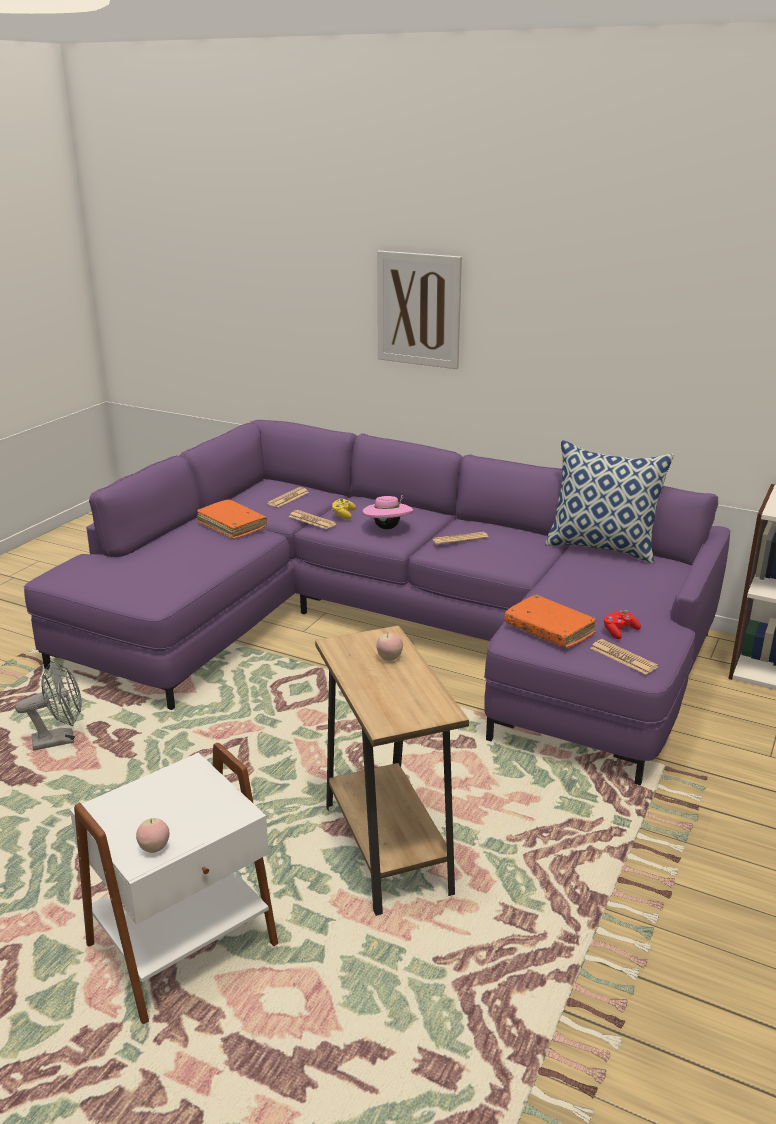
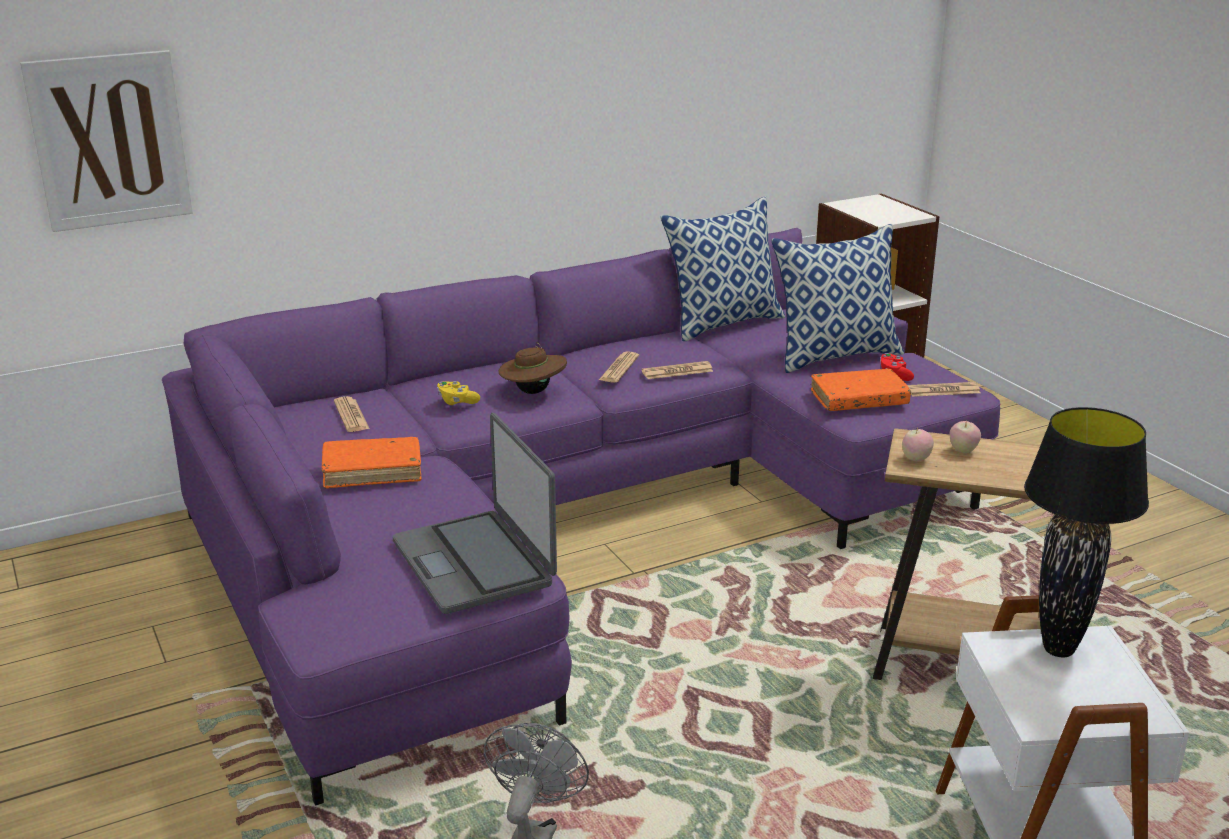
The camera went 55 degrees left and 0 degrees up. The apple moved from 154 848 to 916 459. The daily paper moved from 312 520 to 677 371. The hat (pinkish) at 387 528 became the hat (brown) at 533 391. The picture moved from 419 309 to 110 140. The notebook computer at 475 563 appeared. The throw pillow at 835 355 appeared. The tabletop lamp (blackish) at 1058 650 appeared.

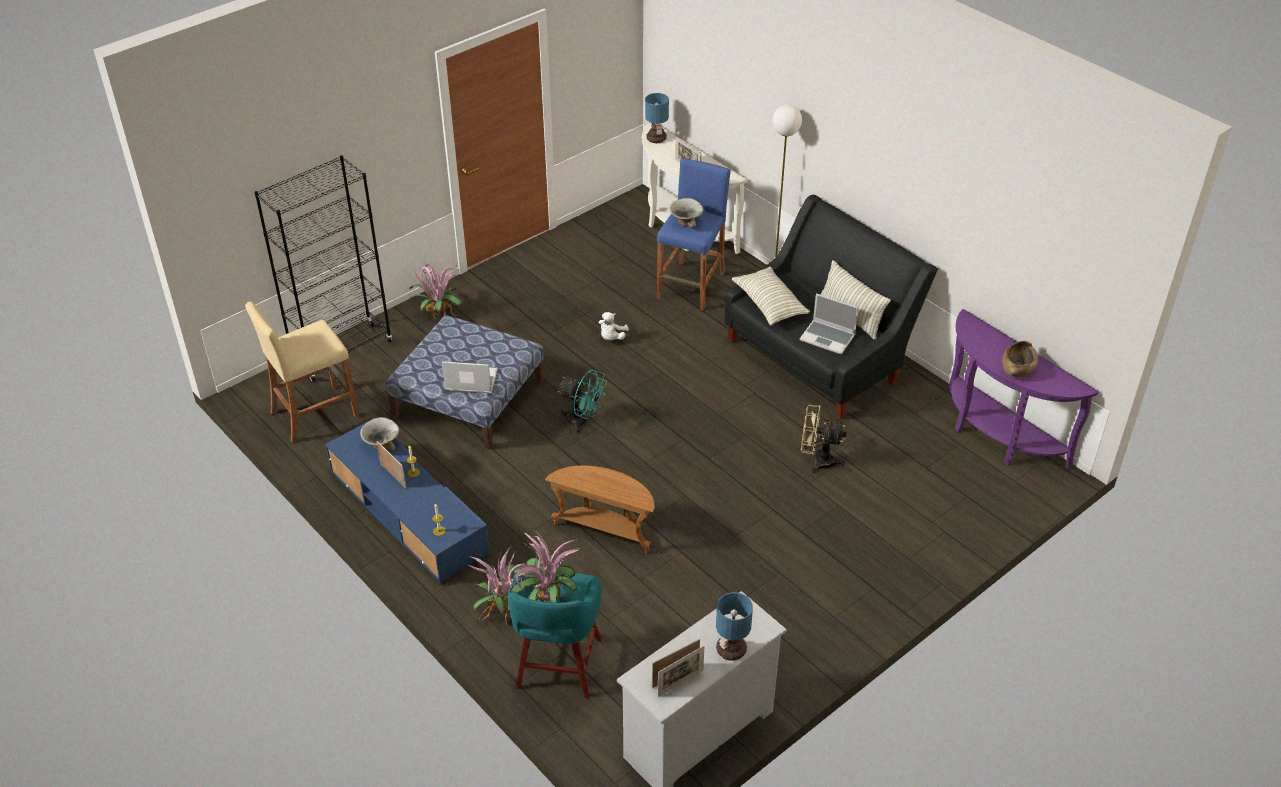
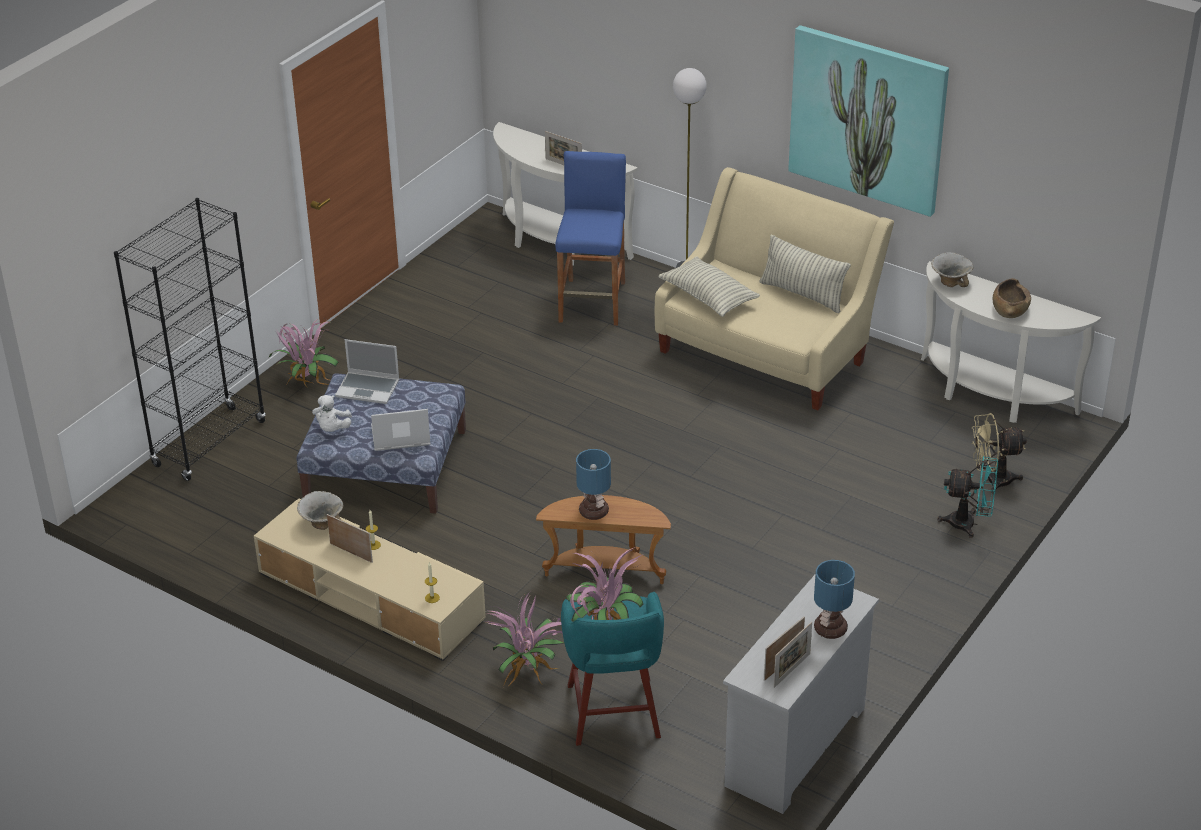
The camera went 15 degrees left and 5 degrees down. The stool (beige) at 314 413 disappeared. The media console (blue-coloured) at 408 513 became the media console (beige) at 371 596. The fan (turquoise) moved from 582 421 to 969 524. The cuddly toy (whitish) moved from 612 337 to 332 429. The tabletop lamp moved from 657 139 to 595 512. The serving bowl moved from 686 222 to 950 282. The settee (blackish) at 818 356 became the settee (beige) at 767 351. The notebook computer moved from 828 338 to 369 388. The fan (beige) moved from 817 460 to 992 480. The narrow table (purple) at 996 435 became the narrow table (whitish) at 990 396. The picture at 868 119 appeared.

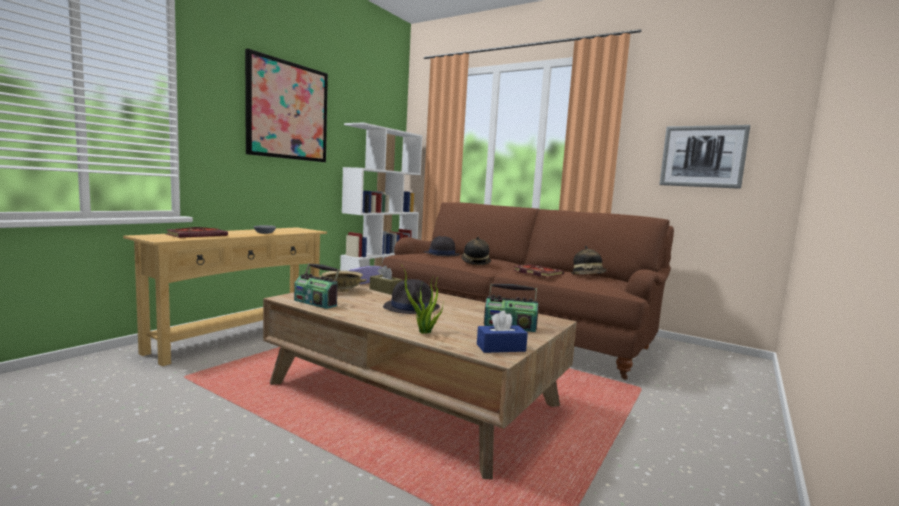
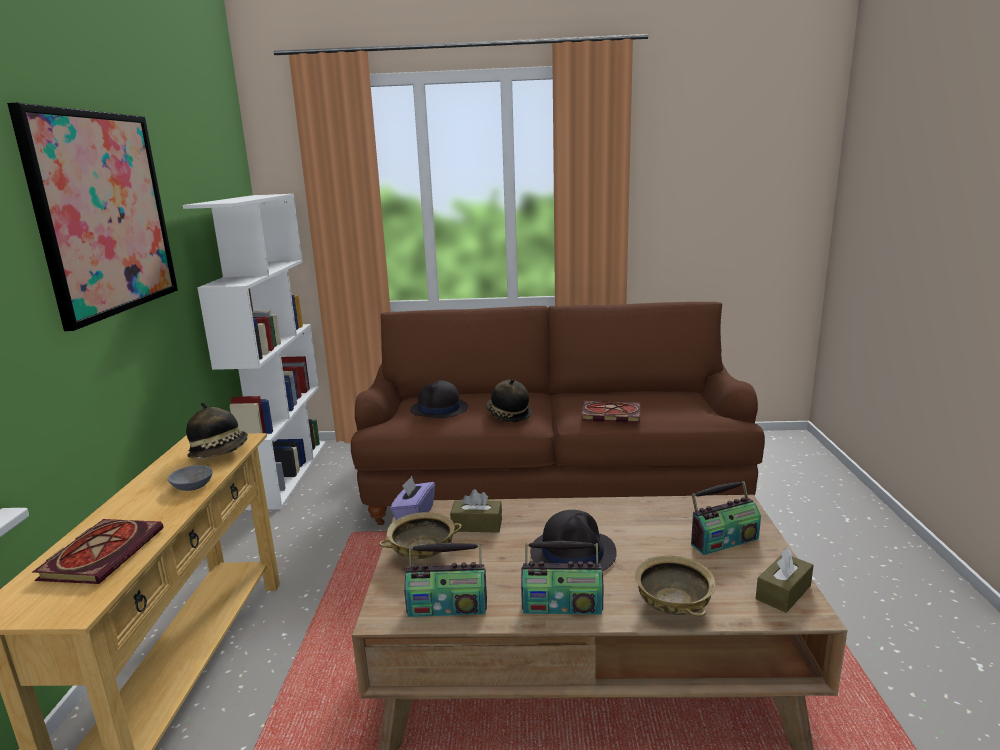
The camera went 30 degrees left and 10 degrees up. The plant in a pot at 423 332 was replaced by the serving bowl (beige) at 673 605. The tissue holder (blue-coloured) at 501 348 became the tissue holder (brown) at 783 592. The hat moved from 588 276 to 220 453. The picture at 702 156 disappeared. The radio receiver at 562 605 appeared.

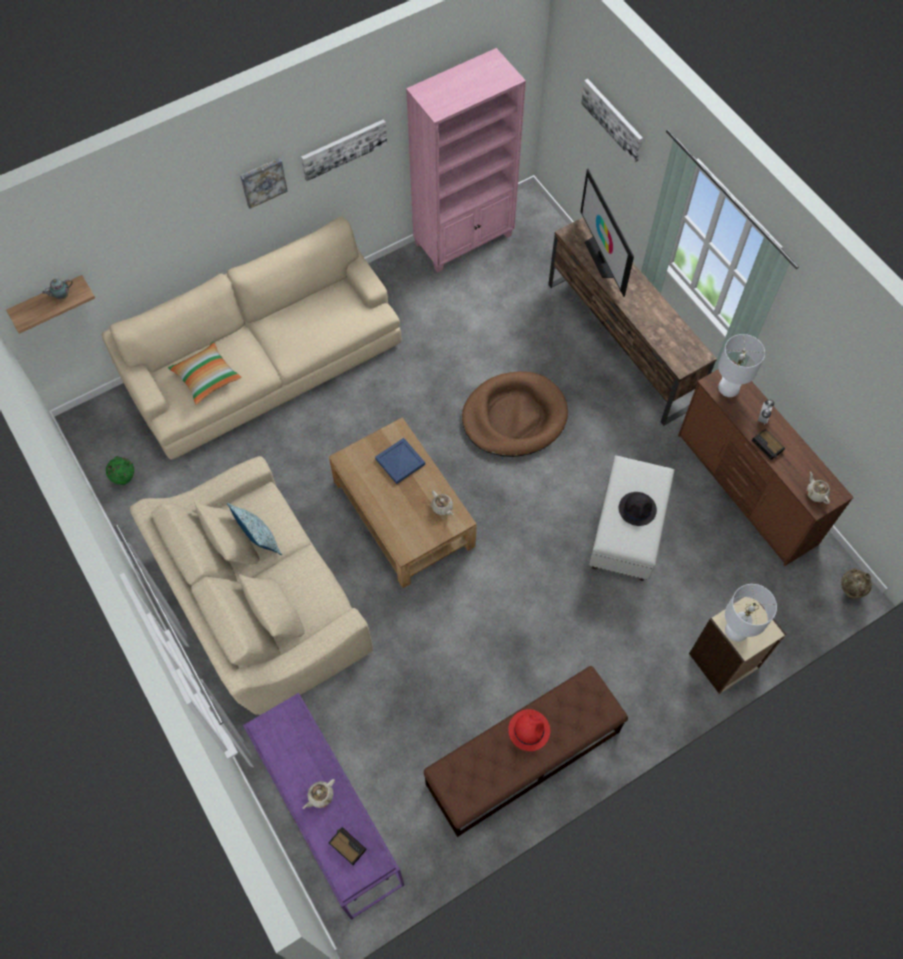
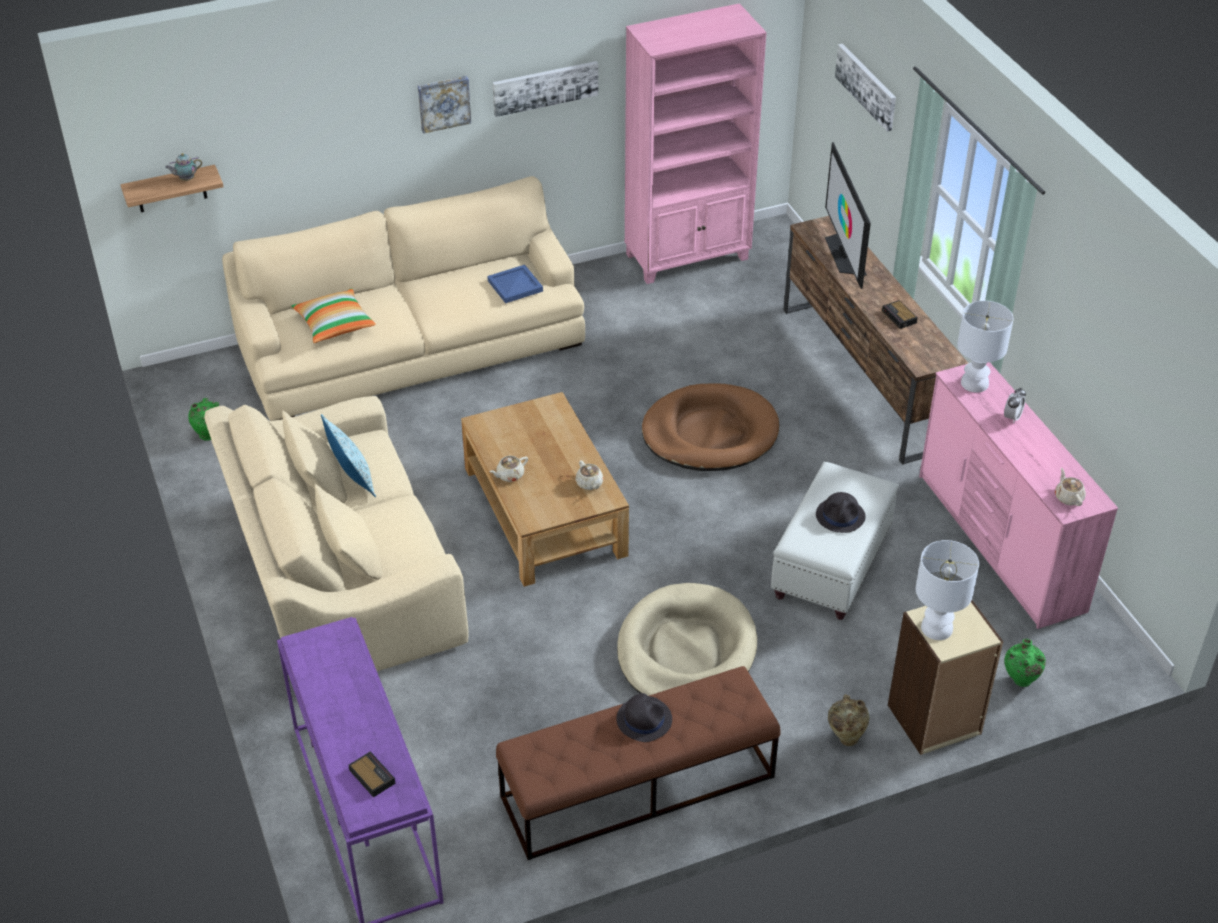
The camera went 10 degrees right and 20 degrees down. The pot for tea (beige) moved from 320 796 to 509 475. The tray (blue-coloured) moved from 399 461 to 514 286. The hat (red-coloured) at 529 730 became the hat (blackish) at 644 719. The drawer chest (brown) at 745 490 became the drawer chest (pinkish) at 999 543. The table clock moved from 768 446 to 899 317. The decorative vase (beige) moved from 849 592 to 845 737. The dog cushion (beige) at 686 651 appeared. The decorative vase (green) at 1020 682 appeared.

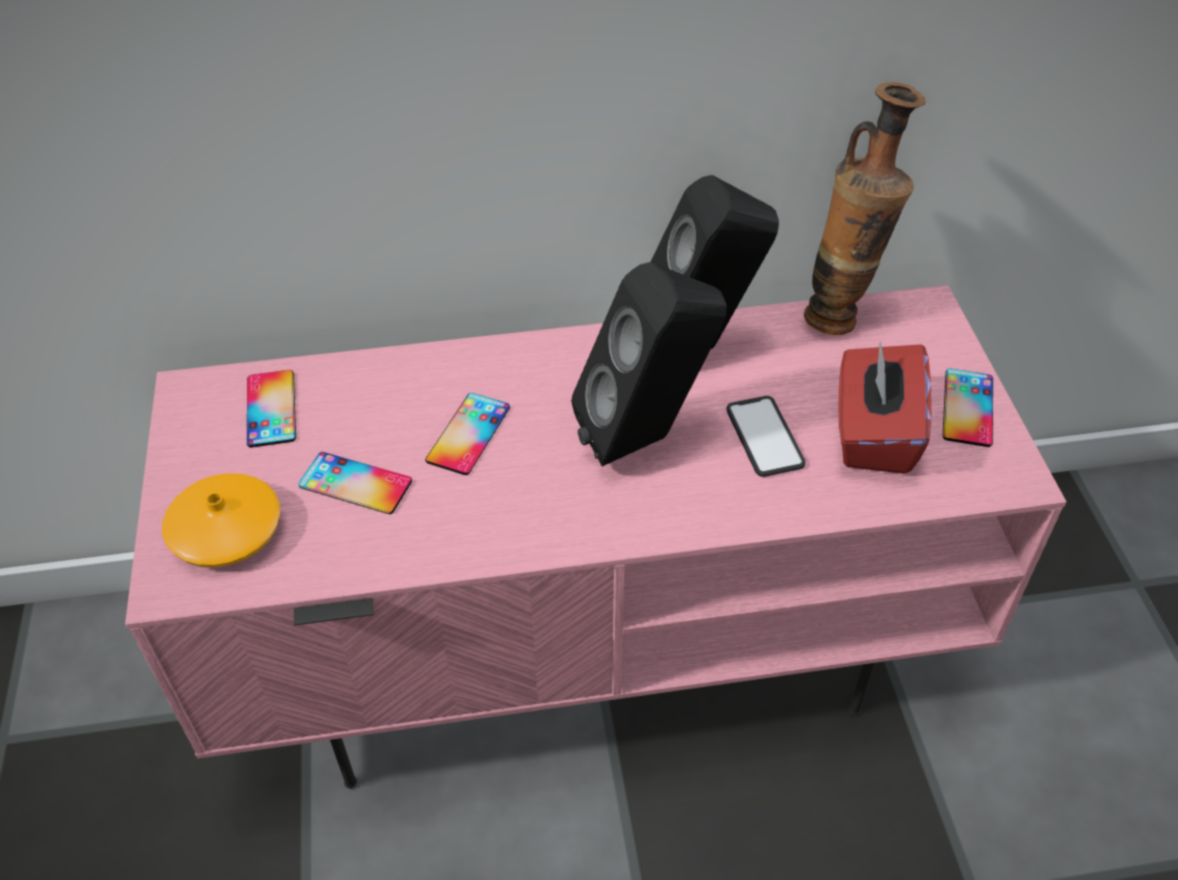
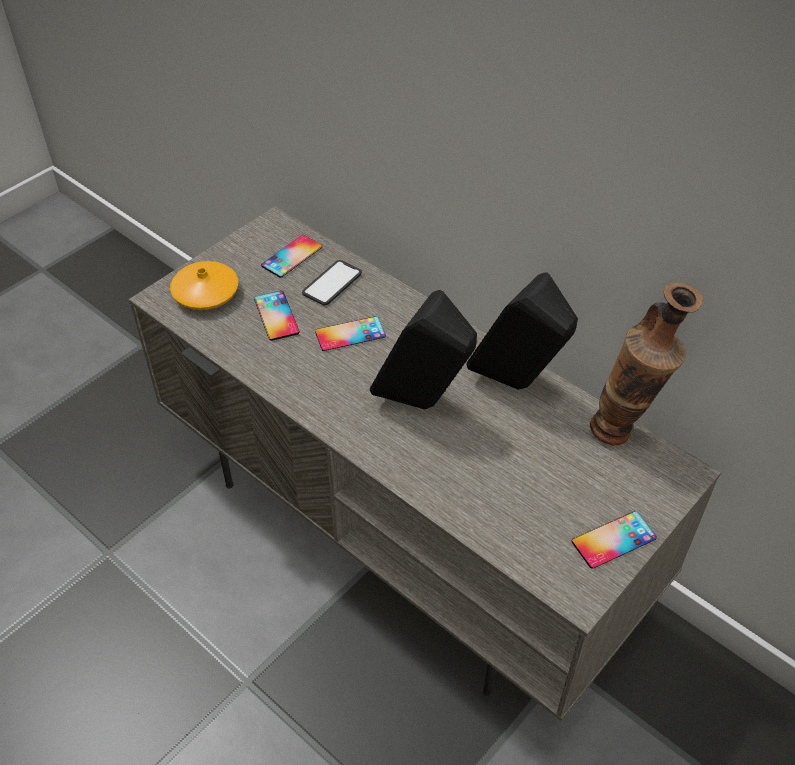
The camera went 50 degrees right and 0 degrees up. The media console (pinkish) at 593 645 became the media console (greyish) at 404 531. The phone moved from 764 437 to 332 283. The tissue holder (red-coloured) at 873 434 disappeared.

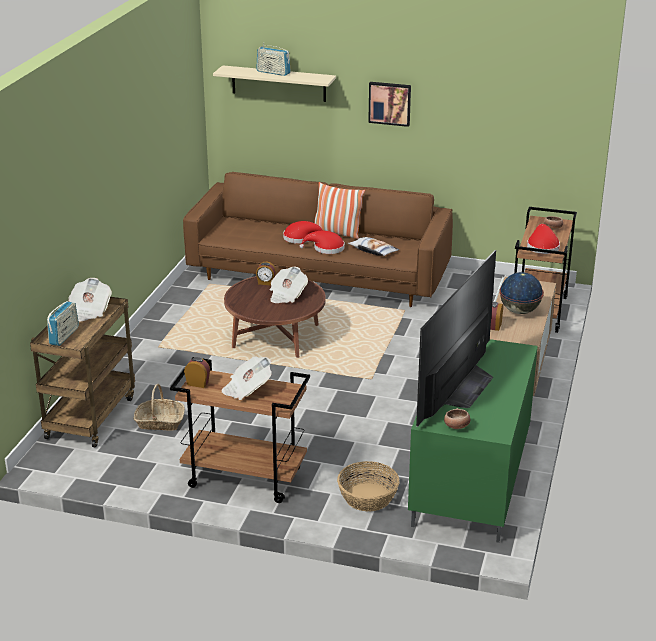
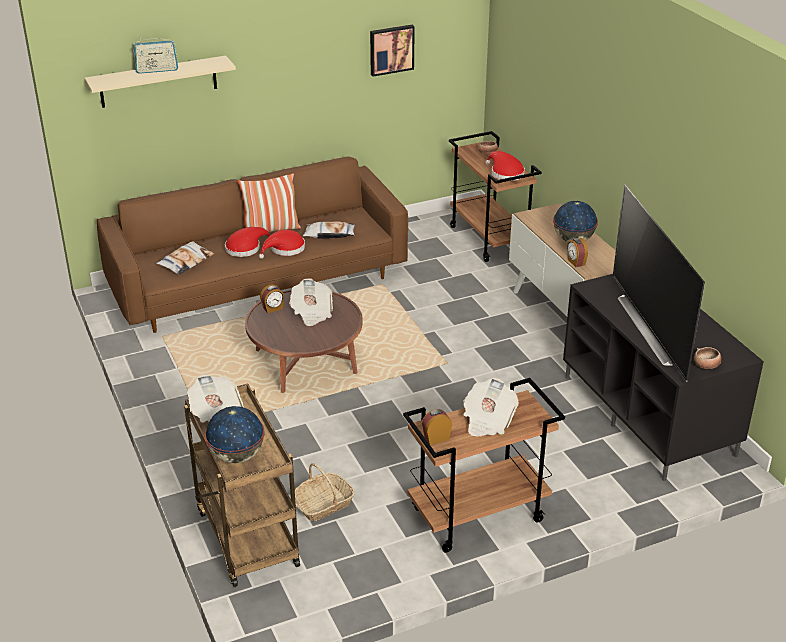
The camera went 40 degrees left and 5 degrees up. The radio receiver at 64 336 was replaced by the desk globe at 236 456. The basket at 367 497 disappeared. The picture moved from 390 103 to 391 49. The media console (green) at 472 482 became the media console (blackish) at 649 415. The throw pillow at 186 262 appeared.

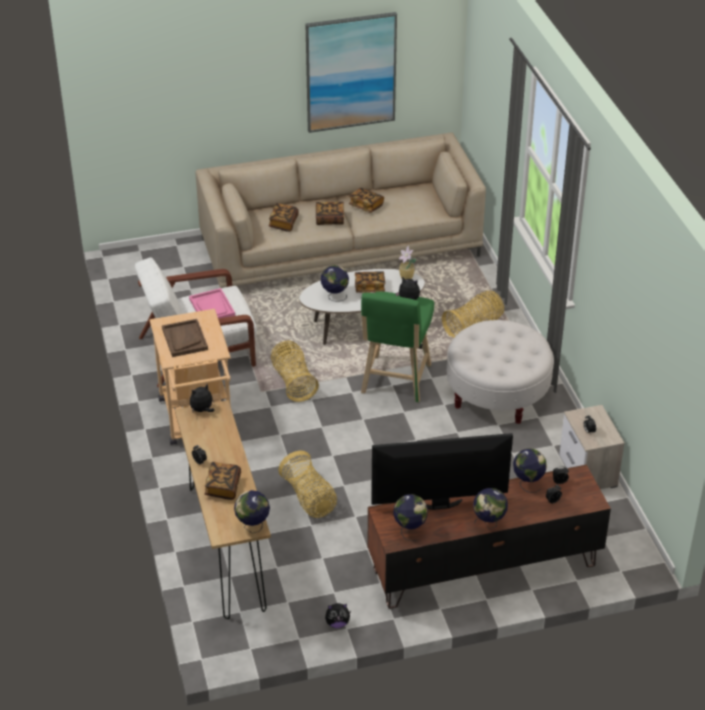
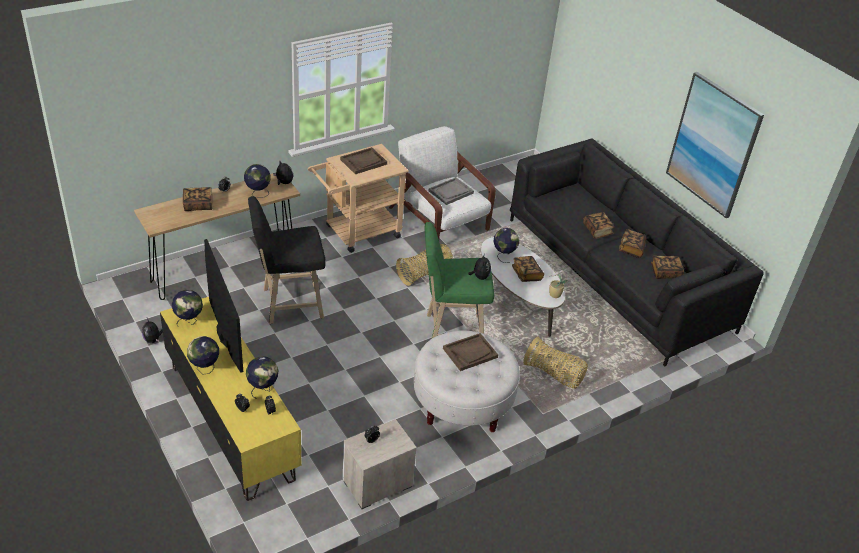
The camera went 70 degrees right and 0 degrees up. The tray (pinkish) at 212 307 became the tray (greyish) at 451 192. The settee (beige) at 340 247 became the settee (blackish) at 617 274. The desk globe moved from 253 527 to 258 194. The bound book moved from 283 223 to 665 273. The basket at 309 498 was replaced by the stool (blackish) at 288 304. The media console (brown) at 483 567 became the media console (yellowish) at 231 420. The tray (brown) at 470 353 appeared.

